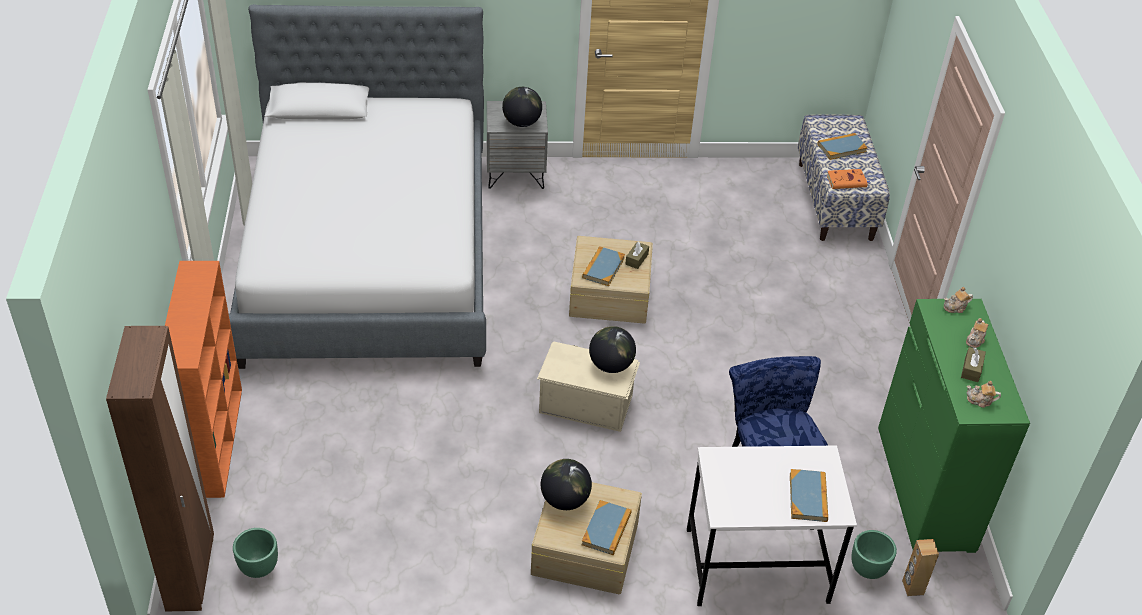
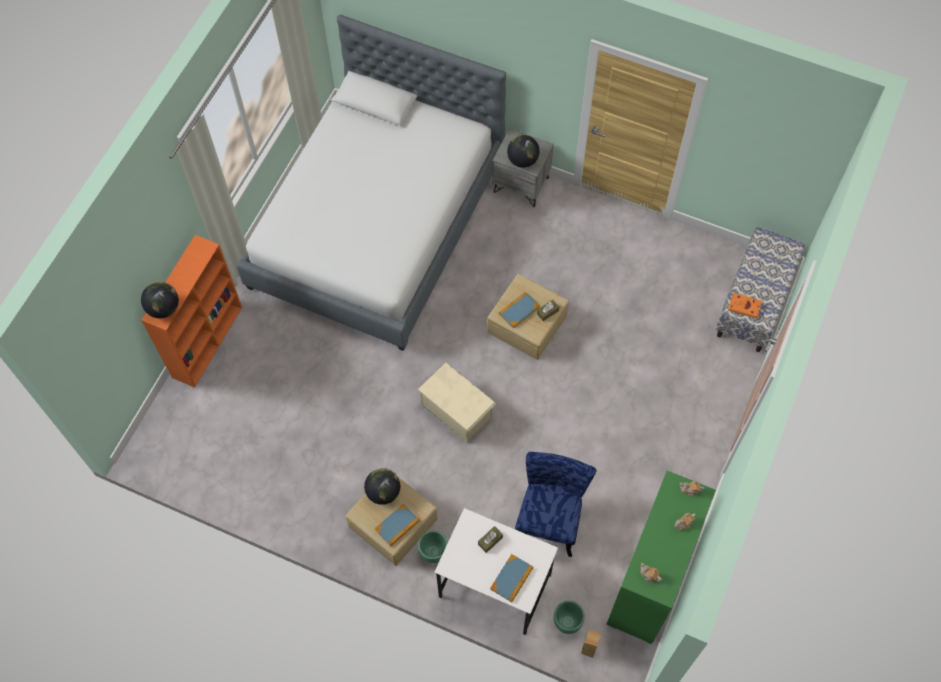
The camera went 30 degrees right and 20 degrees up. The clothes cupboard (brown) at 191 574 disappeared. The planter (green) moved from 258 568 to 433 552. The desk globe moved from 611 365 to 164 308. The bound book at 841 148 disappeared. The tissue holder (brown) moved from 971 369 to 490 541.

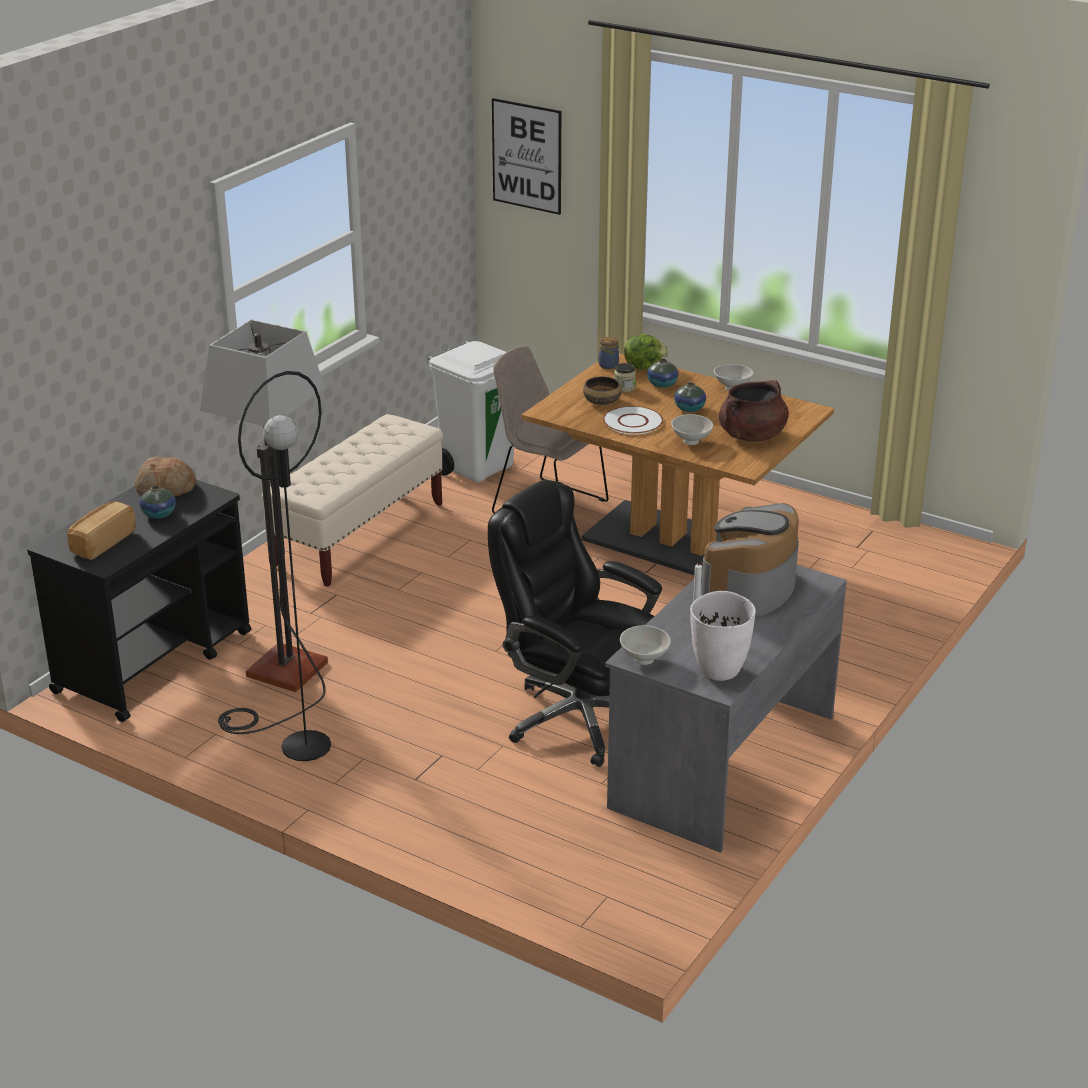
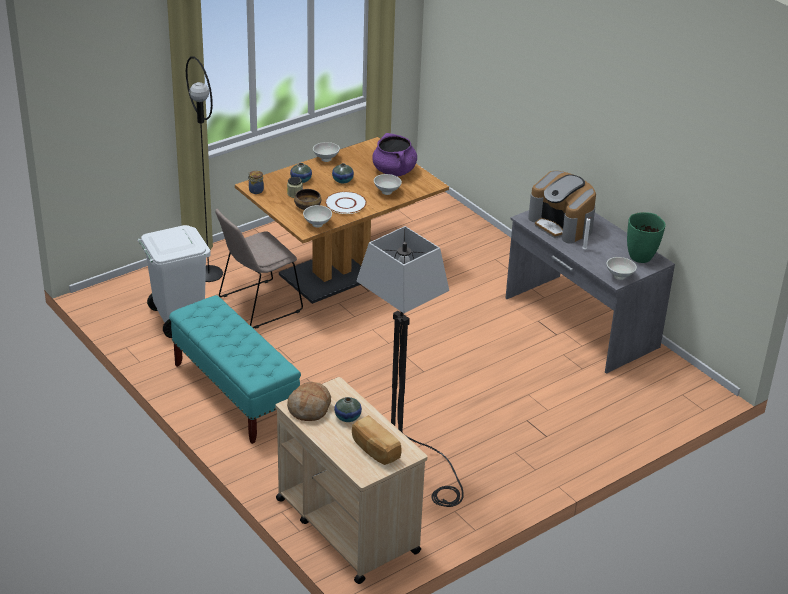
The camera went 70 degrees left and 5 degrees up. The trolley (blackish) at 155 661 became the trolley (beige) at 346 525. The standing lamp (blackish) moved from 306 746 to 208 273. The indoor bench (beige) at 359 535 became the indoor bench (turquoise) at 235 394. The computer chair (blackish) at 578 717 disappeared. The picture at 527 156 disappeared. The lettuce at 643 366 disappeared. The decorative vase (whitish) at 719 671 became the decorative vase (green) at 641 257. The saucepot (brown) at 752 436 became the saucepot (purple) at 394 171. The serving bowl (whitish) at 318 224 appeared.

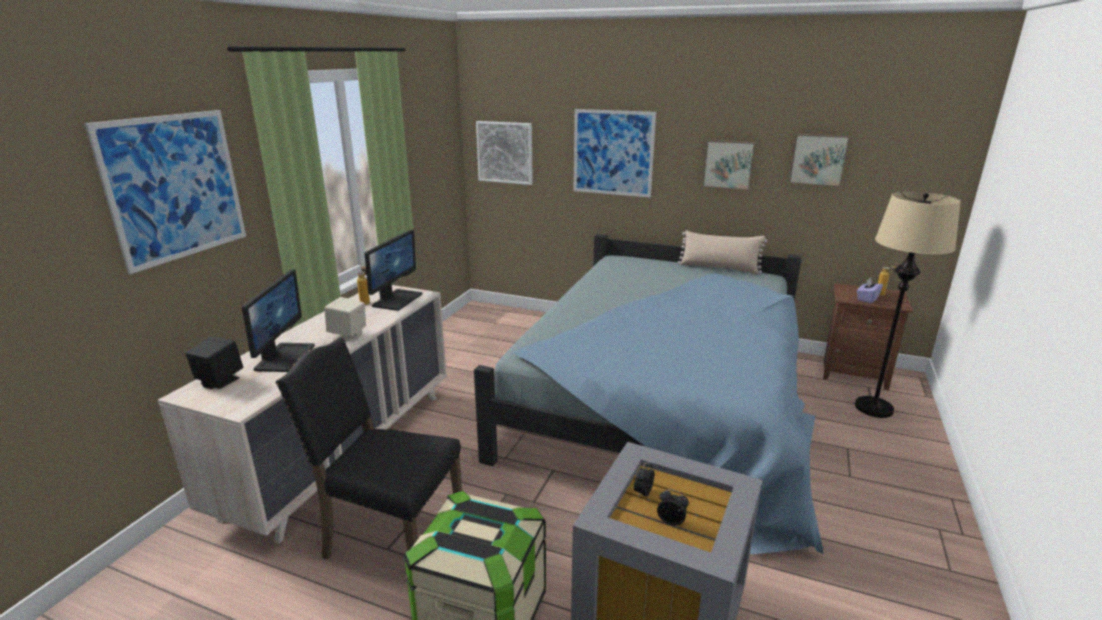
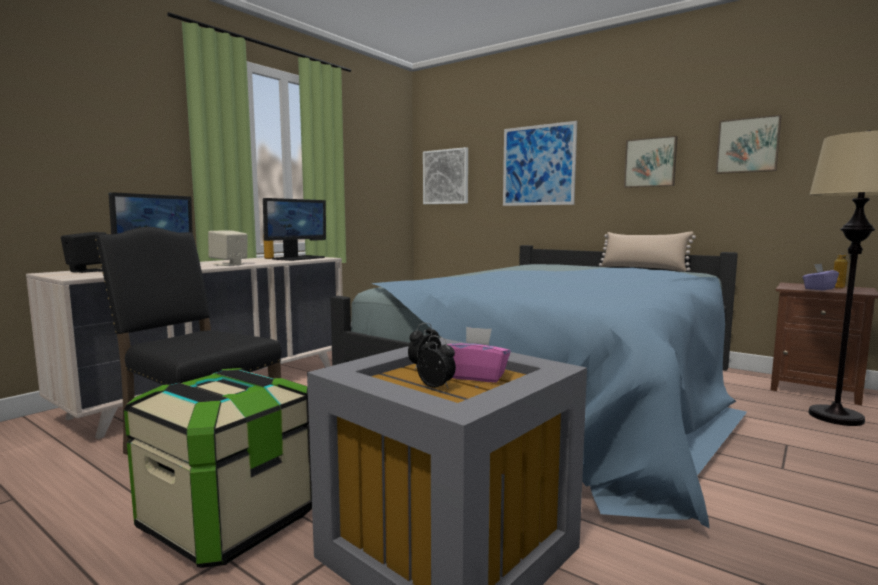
The camera went 15 degrees right and 15 degrees down. The picture at 175 187 disappeared. The tissue holder (pinkish) at 476 376 appeared.

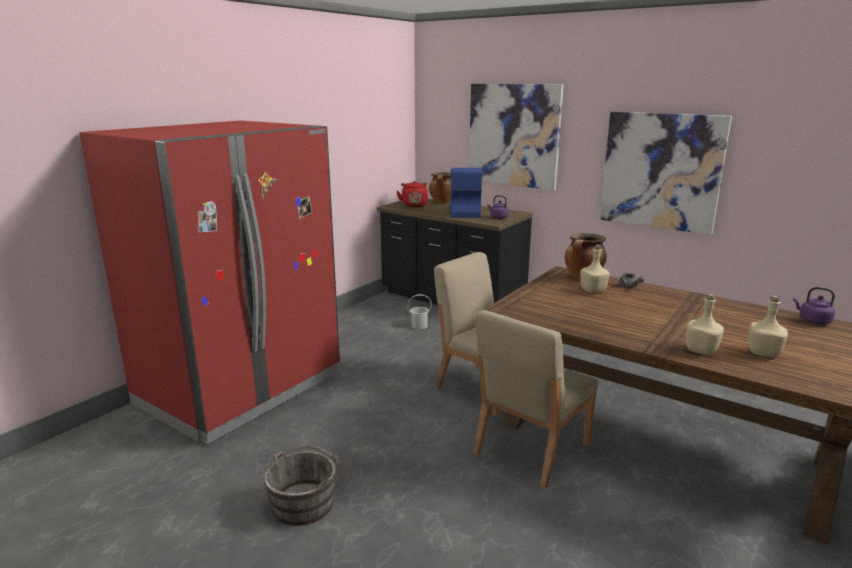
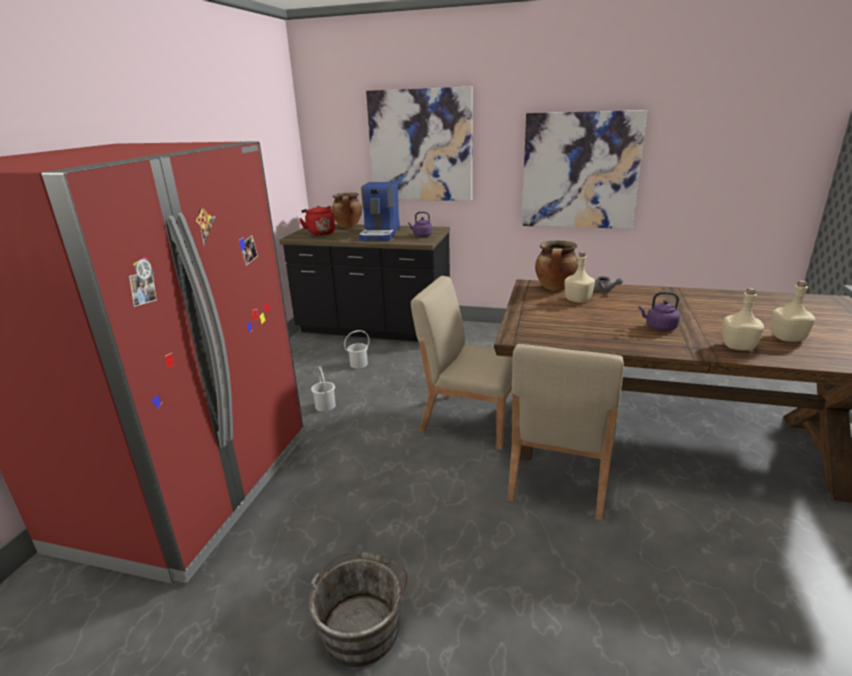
The camera went 20 degrees left and 5 degrees up. The coffee brewer at 463 212 turned 150 degrees counterclockwise. The tea kettle (purple) moved from 812 321 to 659 327. The bucket (whitish) at 325 406 appeared.

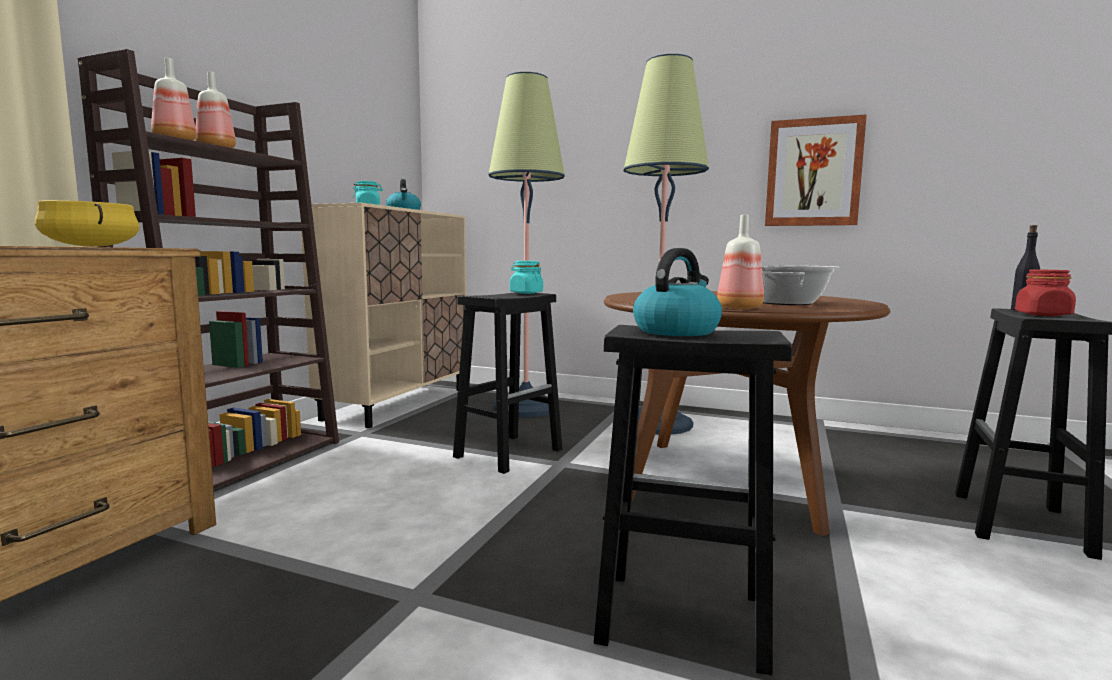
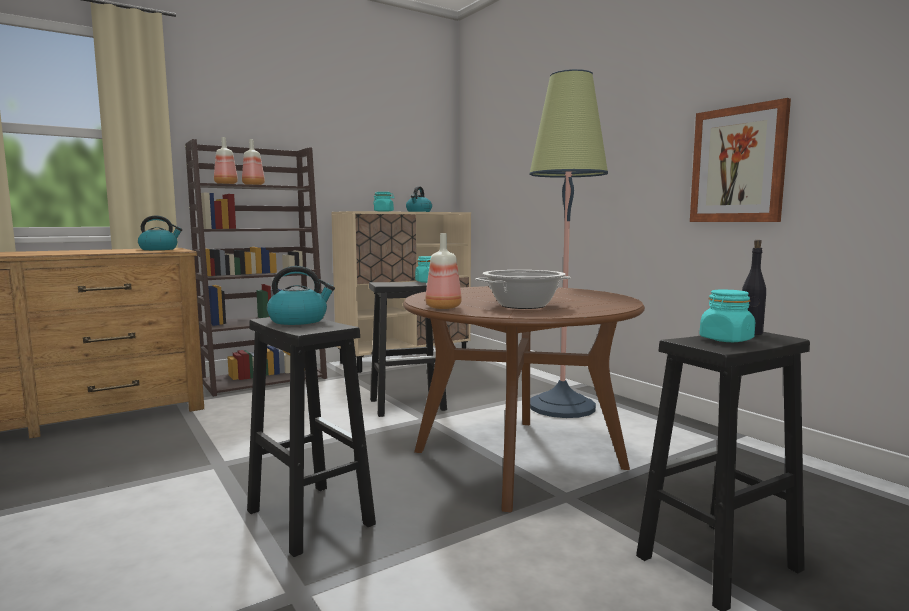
The camera went 35 degrees right and 0 degrees up. The saucepot (yellowish) at 90 246 was replaced by the tea kettle at 159 249. The standing lamp at 526 408 disappeared. The jar (red-coloured) at 1043 315 became the jar (turquoise) at 726 339.

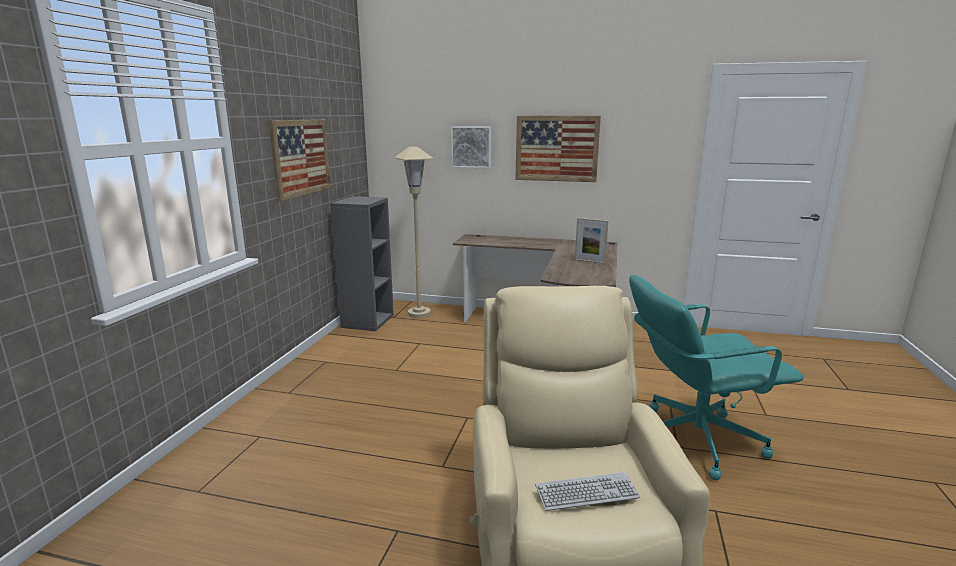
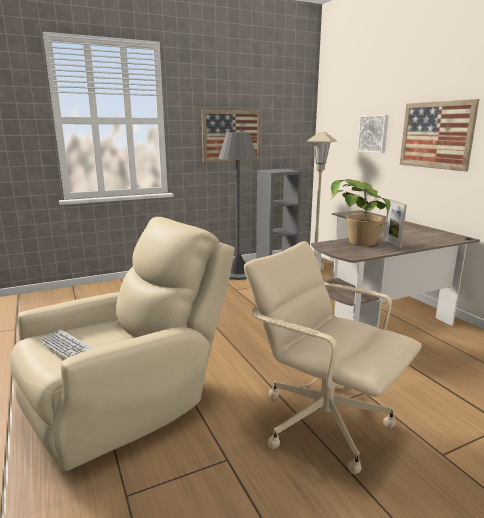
The camera went 50 degrees right and 0 degrees up. The computer chair (turquoise) at 694 439 became the computer chair (beige) at 323 421. The standing lamp (greyish) at 238 272 appeared. The plant in a pot at 354 244 appeared.

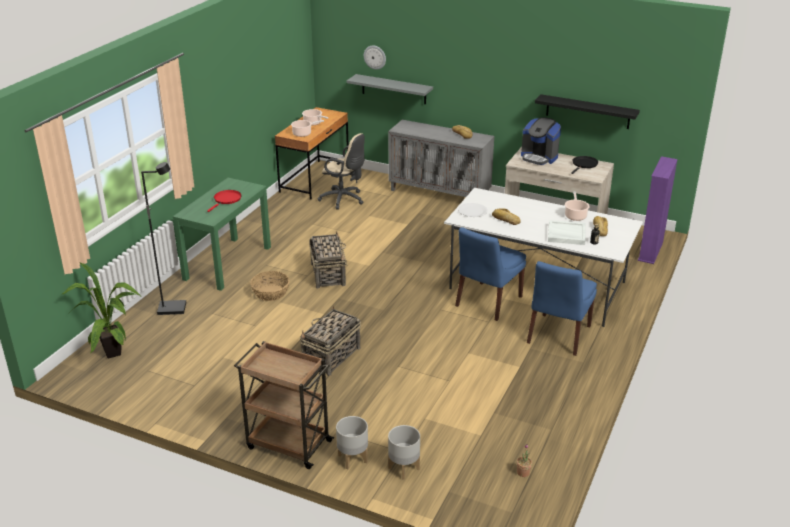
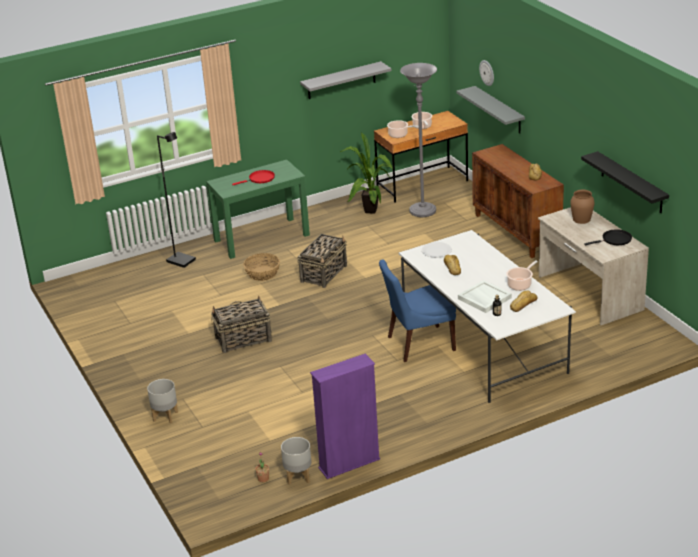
The camera went 40 degrees right and 0 degrees up. The plant in a pot moved from 113 355 to 370 212. The trolley (brown) at 287 444 disappeared. The computer chair (beige) at 344 200 was replaced by the standing lamp (greyish) at 422 211. The cupboard (greyish) at 440 193 became the cupboard (brown) at 517 232. The planter (greyish) moved from 403 468 to 298 477. The coffee brewer at 539 157 was replaced by the decorative vase (brown) at 581 219. The upright chair (blue-coloured) at 558 336 disappeared. The shelving unit (purple) moved from 650 251 to 349 464. The wall shelf (greyish) at 341 80 appeared.

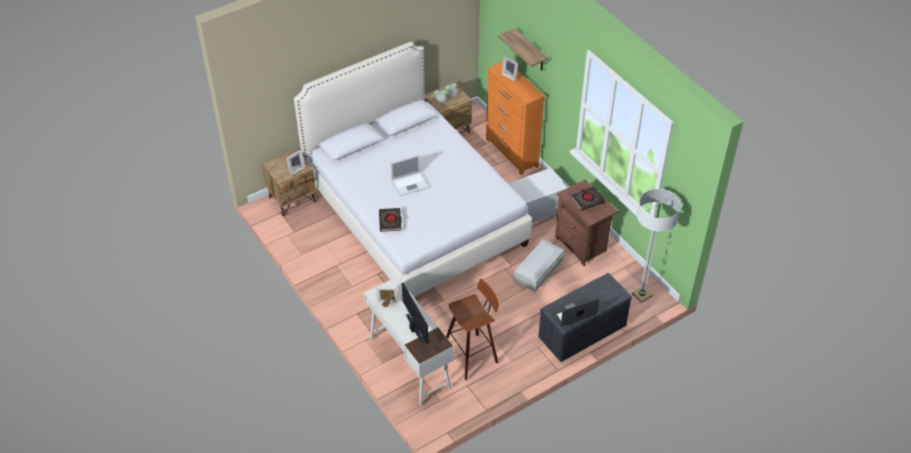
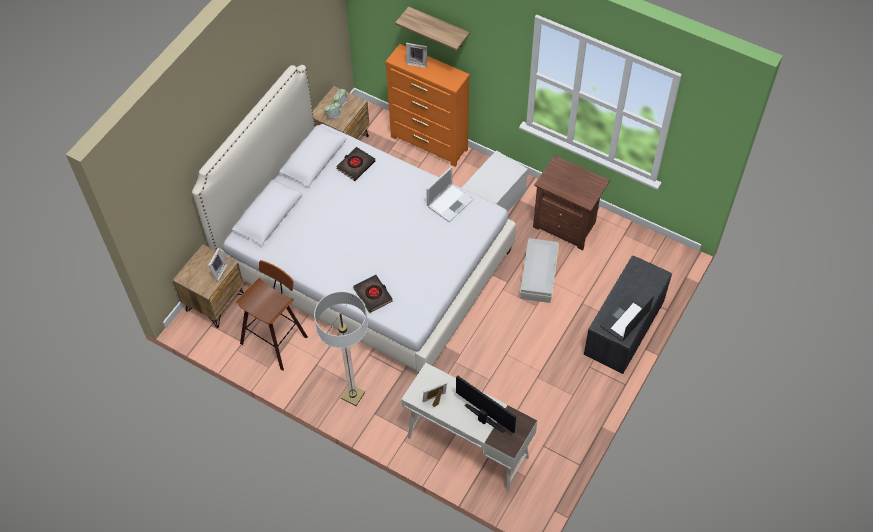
The camera went 25 degrees left and 10 degrees up. The notebook computer moved from 410 183 to 450 202. The stool moved from 472 354 to 276 339. The bound book (blackish) moved from 587 200 to 355 165. The standing lamp moved from 642 294 to 353 395.

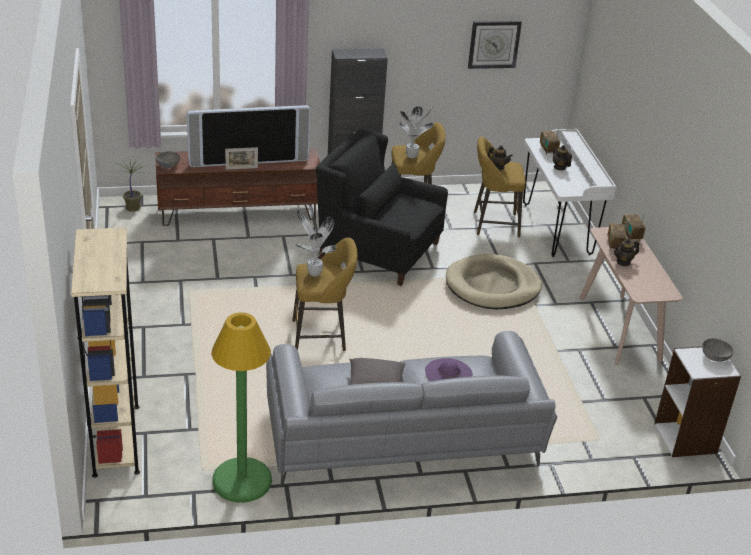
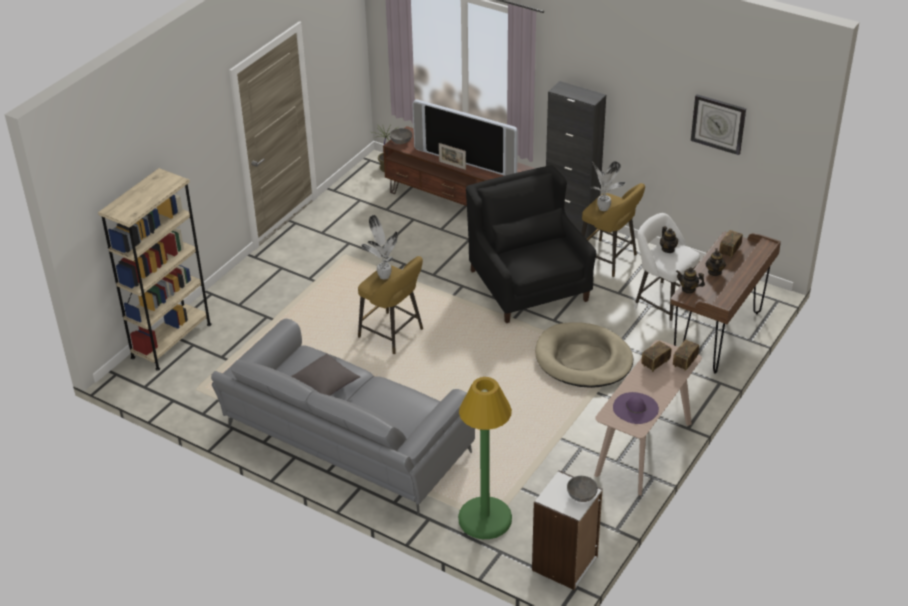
The camera went 45 degrees right and 5 degrees up. The standing lamp (green) moved from 242 481 to 485 519. The hat (purple) moved from 448 373 to 635 408. The stool (yellowish) at 492 224 became the stool (whitish) at 662 305. The desk table (whitish) at 557 229 became the desk table (brown) at 718 336. The pot for tea moved from 623 262 to 688 289.

